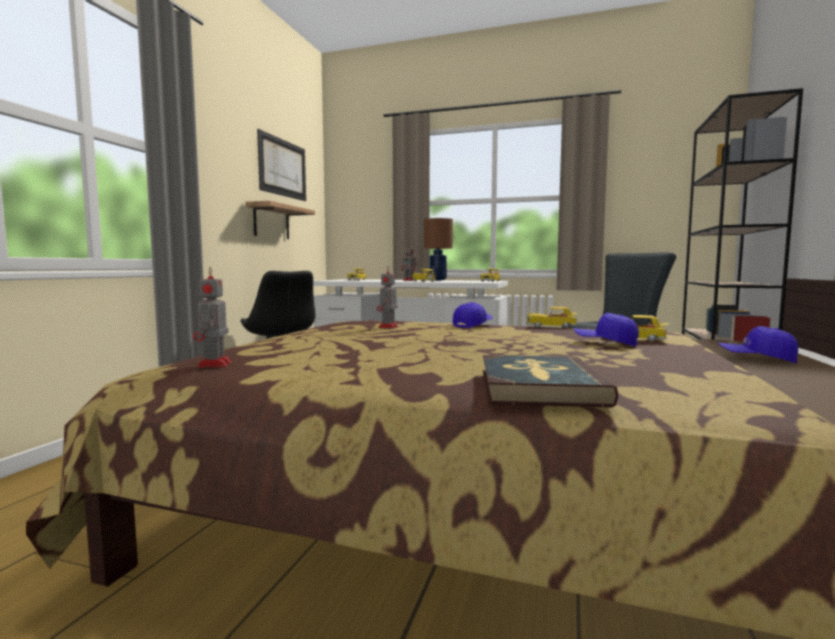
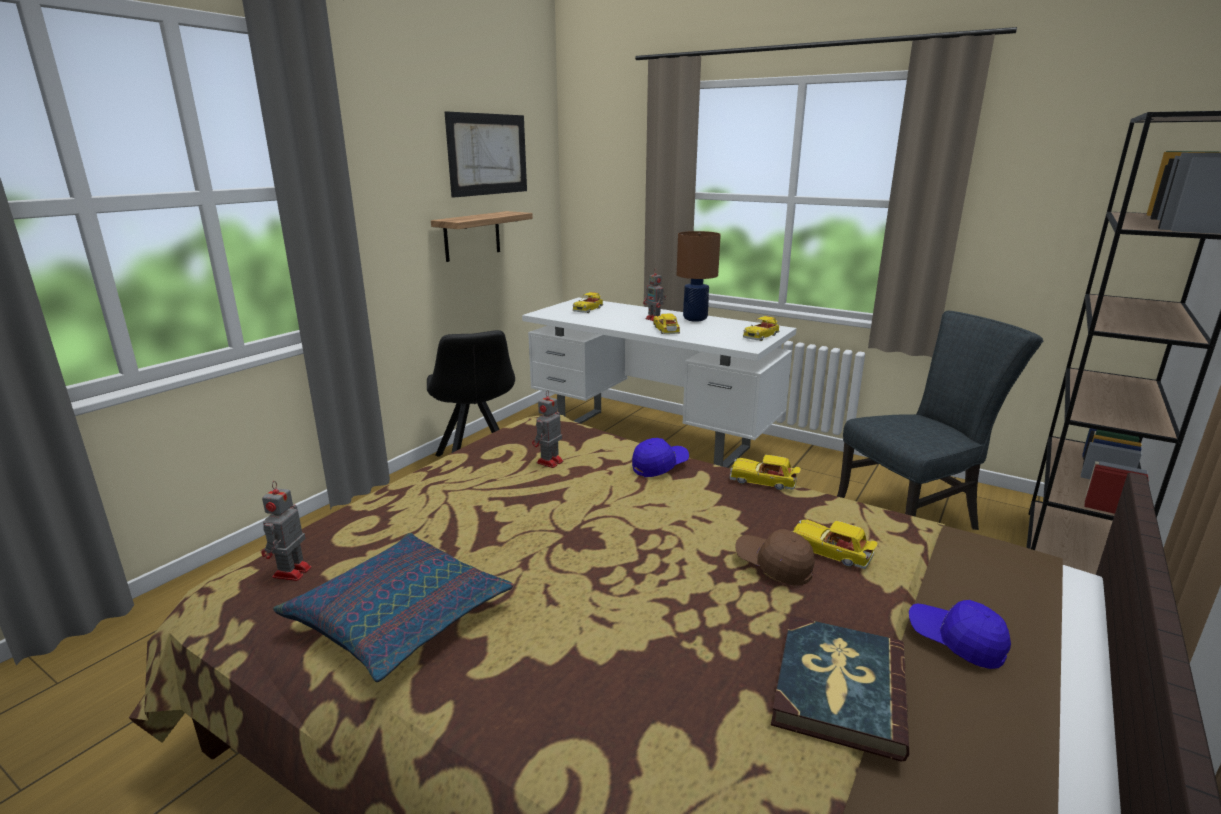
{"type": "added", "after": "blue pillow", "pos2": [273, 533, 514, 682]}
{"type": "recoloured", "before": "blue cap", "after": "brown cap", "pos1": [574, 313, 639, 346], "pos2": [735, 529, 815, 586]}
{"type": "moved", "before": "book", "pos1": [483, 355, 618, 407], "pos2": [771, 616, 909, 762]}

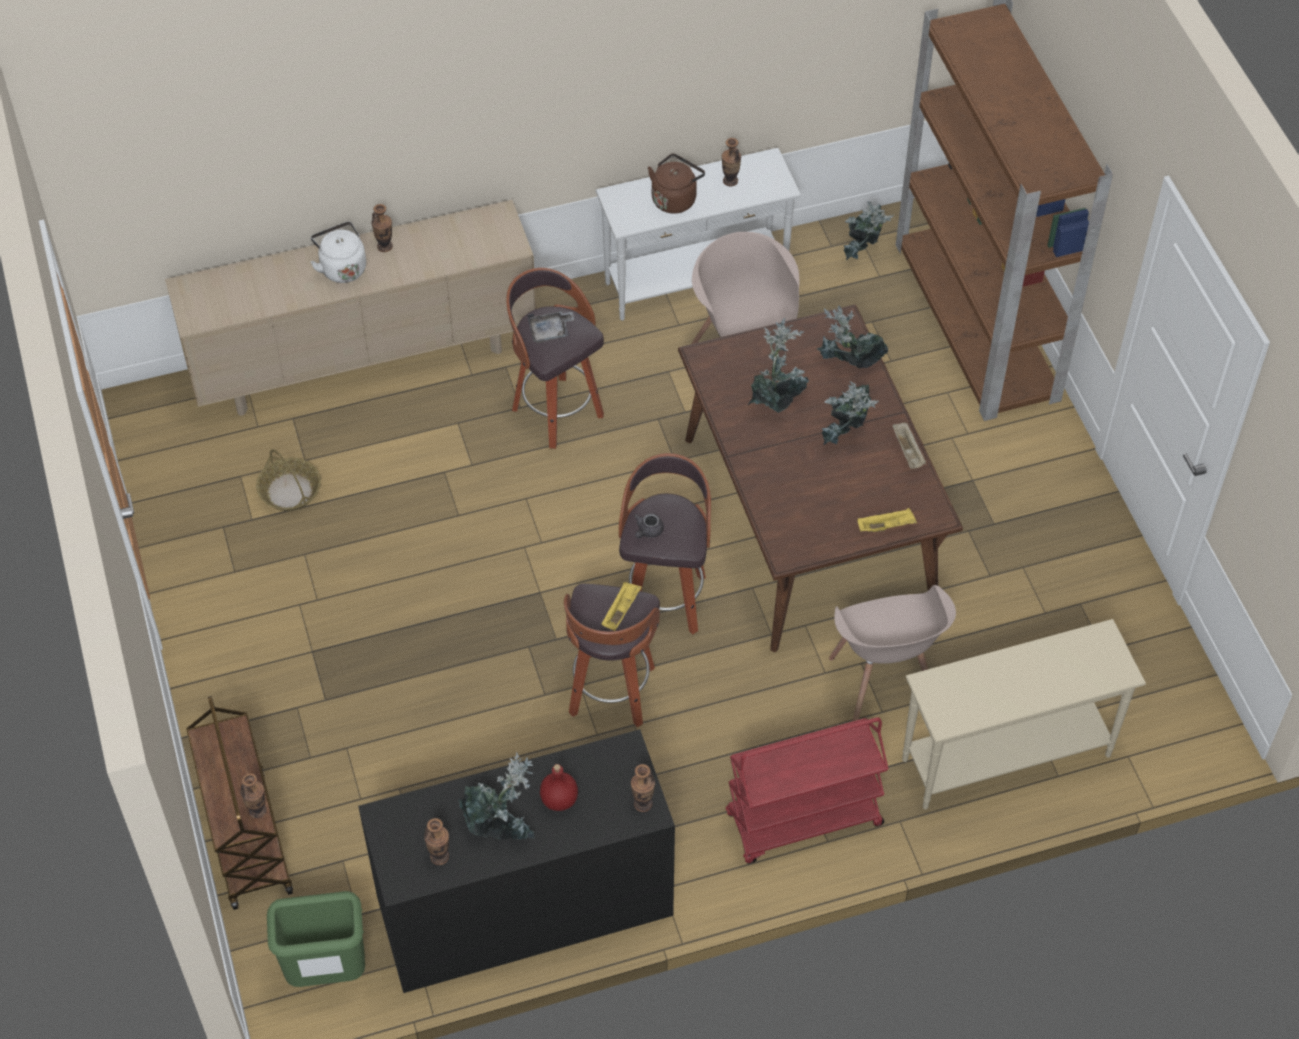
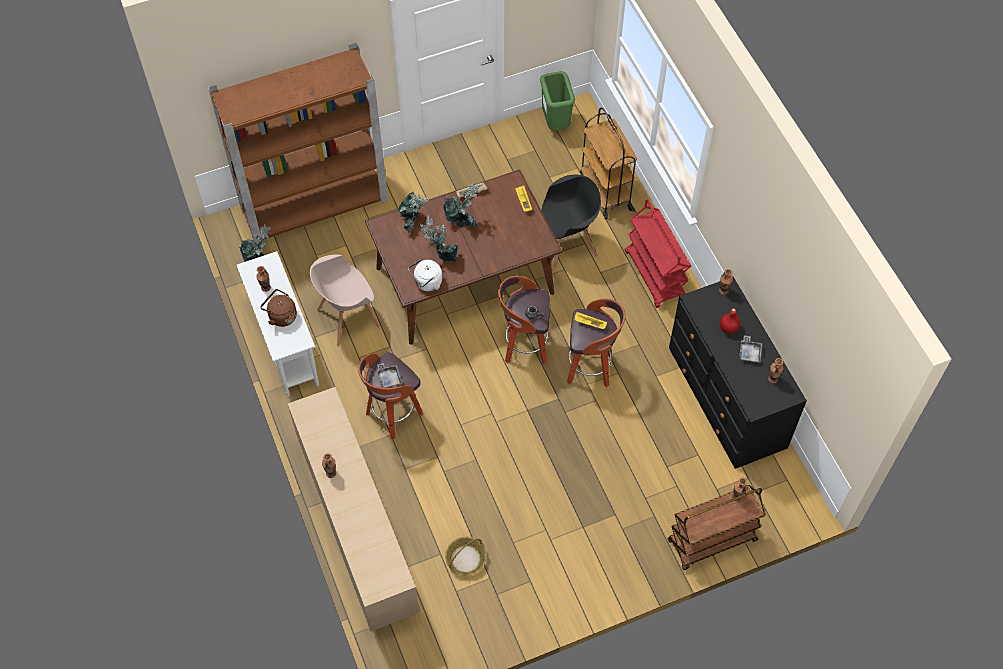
{"type": "moved", "before": "white kettle", "pos1": [310, 222, 366, 283], "pos2": [408, 259, 442, 291]}
{"type": "moved", "before": "green trash can", "pos1": [267, 891, 365, 987], "pos2": [540, 71, 575, 130]}
{"type": "recoloured", "before": "beige chair", "after": "black chair", "pos1": [829, 585, 956, 721], "pos2": [542, 175, 601, 268]}
{"type": "replaced", "before": "beige console table", "after": "brown cart", "pos1": [902, 619, 1146, 809], "pos2": [580, 108, 637, 219]}
{"type": "replaced", "before": "potted plant", "after": "grey tray", "pos1": [458, 752, 535, 840], "pos2": [739, 335, 762, 363]}

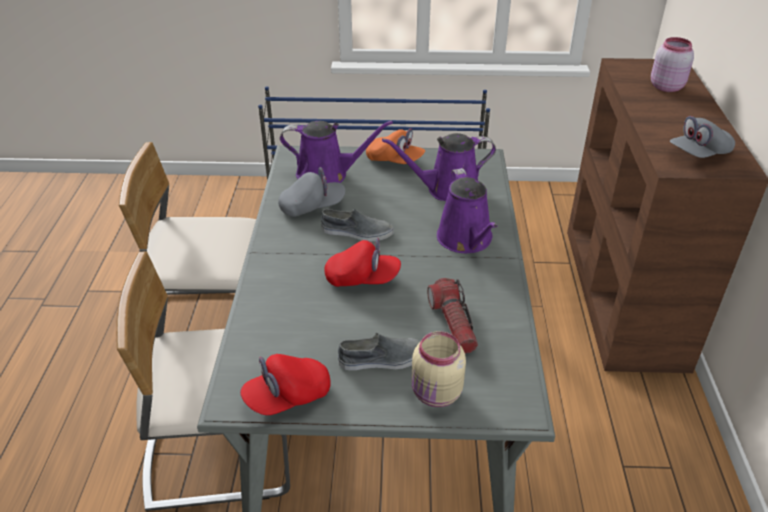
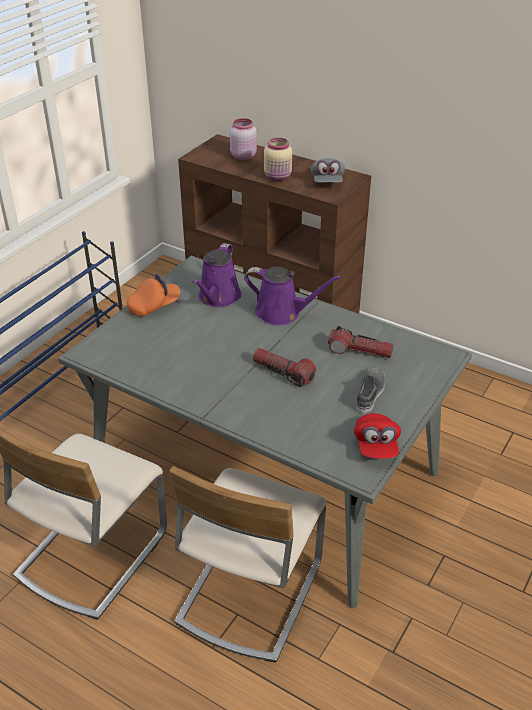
{"type": "replaced", "before": "red cap", "after": "flashlight", "pos1": [324, 238, 401, 287], "pos2": [253, 348, 316, 387]}
{"type": "moved", "before": "beige jar", "pos1": [411, 331, 466, 407], "pos2": [264, 138, 292, 181]}
{"type": "removed", "before": "grey cap", "pos1": [278, 167, 345, 217]}
{"type": "removed", "before": "purple watering can", "pos1": [280, 121, 393, 183]}
{"type": "removed", "before": "grey shoe", "pos1": [321, 208, 394, 242]}

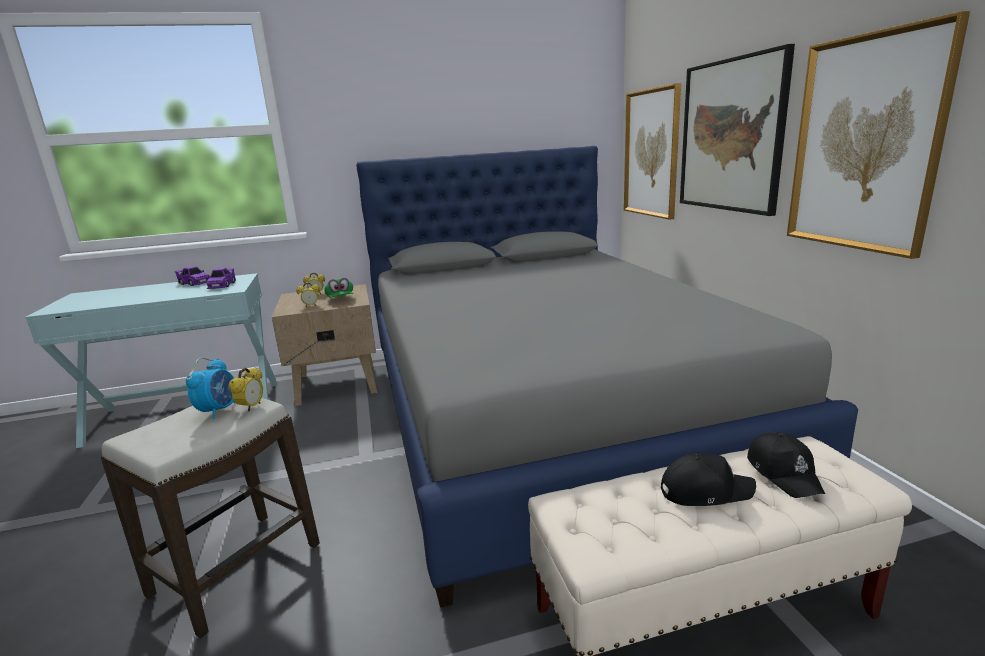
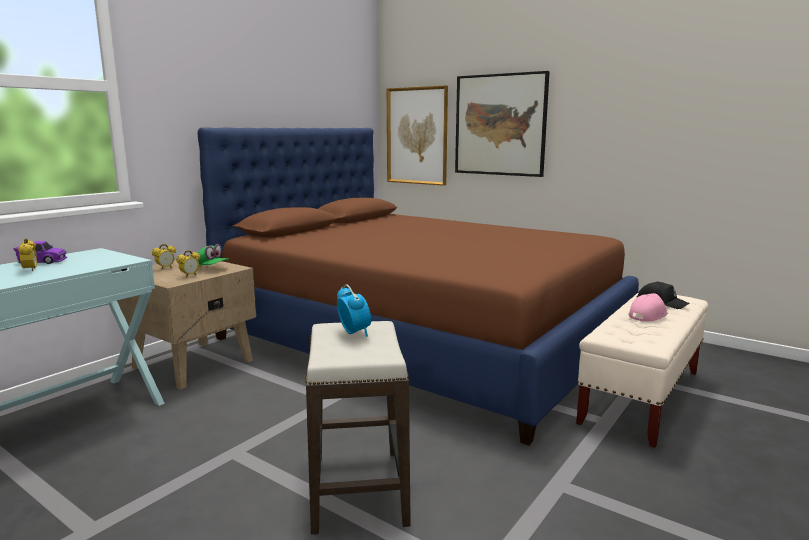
{"type": "moved", "before": "alarm clock", "pos1": [228, 367, 263, 411], "pos2": [18, 238, 37, 271]}
{"type": "recoloured", "before": "grey bed", "after": "brown bed", "pos1": [356, 146, 858, 607], "pos2": [198, 127, 639, 445]}
{"type": "recoloured", "before": "black cap", "after": "pink cap", "pos1": [661, 453, 756, 506], "pos2": [628, 293, 668, 322]}
{"type": "removed", "before": "purple toy car", "pos1": [206, 267, 236, 289]}
{"type": "removed", "before": "picture", "pos1": [787, 11, 970, 259]}

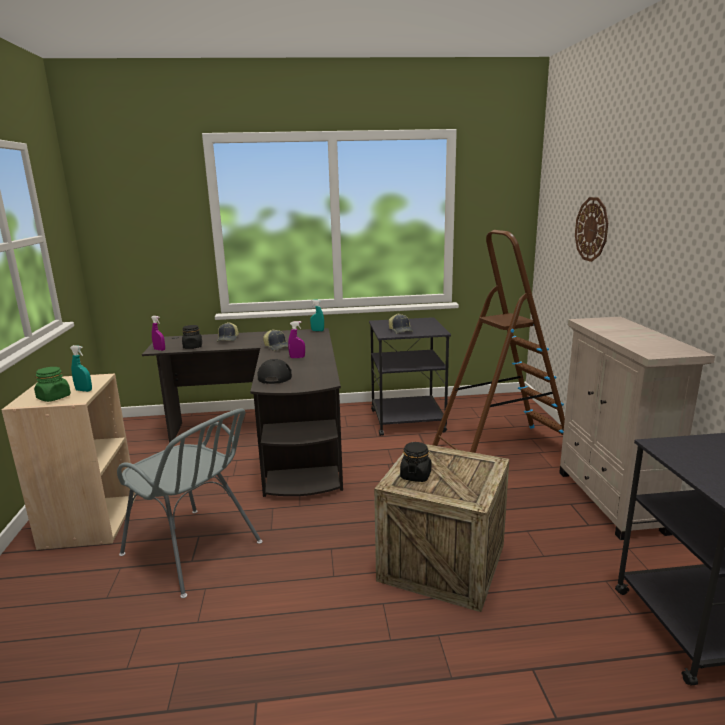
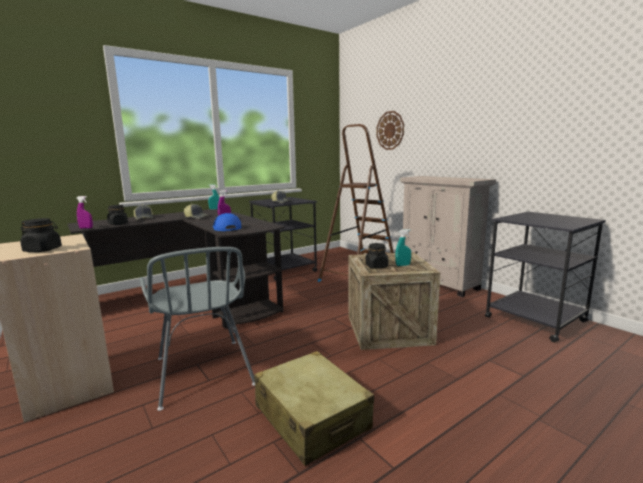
{"type": "recoloured", "before": "green jar", "after": "black jar", "pos1": [34, 367, 71, 402], "pos2": [20, 218, 62, 252]}
{"type": "turned", "before": "grey chair", "pos1": [117, 408, 263, 598], "pos2": [139, 247, 255, 411], "turn": 60}
{"type": "recoloured", "before": "black cap", "after": "blue cap", "pos1": [257, 359, 292, 384], "pos2": [213, 213, 241, 231]}
{"type": "added", "after": "beige suitcase", "pos2": [254, 351, 374, 466]}
{"type": "moved", "before": "turquoise spray bottle", "pos1": [70, 345, 92, 392], "pos2": [395, 229, 411, 266]}

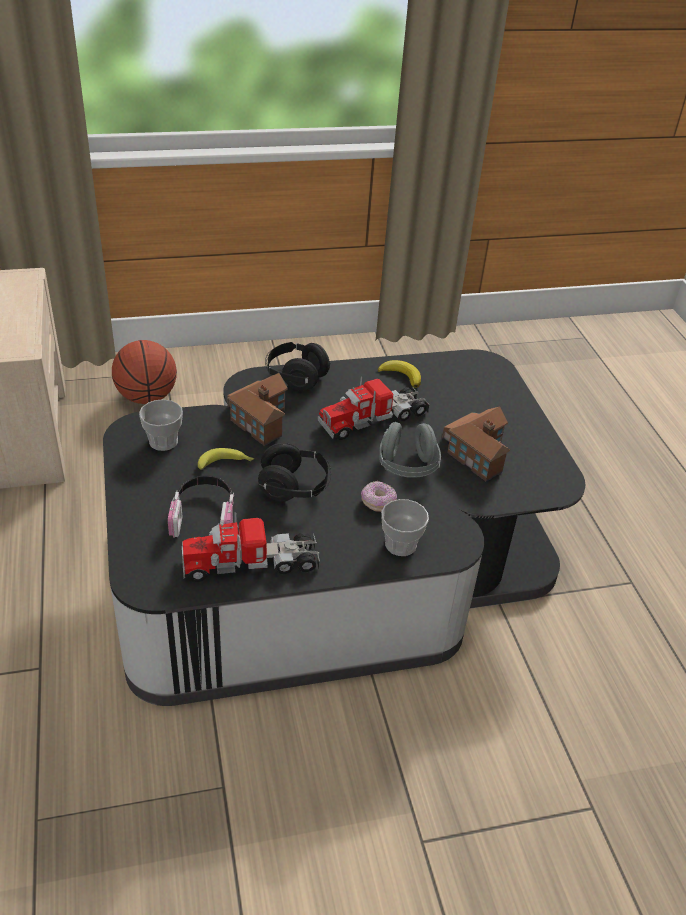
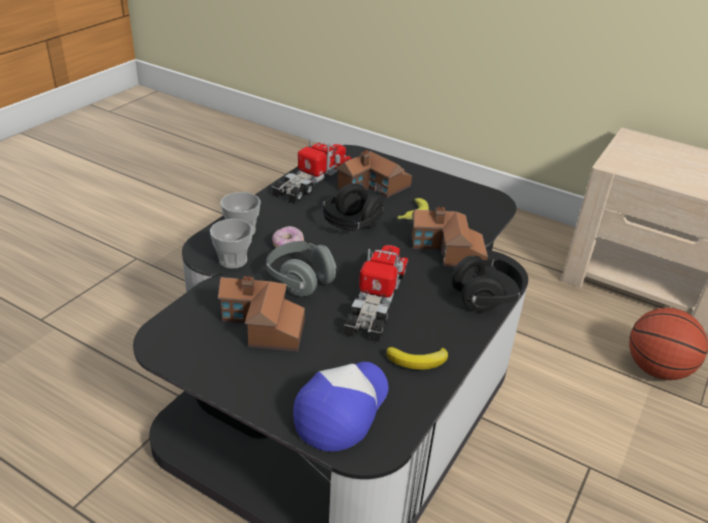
{"type": "moved", "before": "cup", "pos1": [139, 399, 183, 451], "pos2": [210, 219, 253, 269]}
{"type": "added", "after": "cap", "pos2": [293, 362, 388, 452]}
{"type": "replaced", "before": "headphones", "after": "toy house", "pos1": [168, 475, 234, 538], "pos2": [336, 150, 412, 198]}

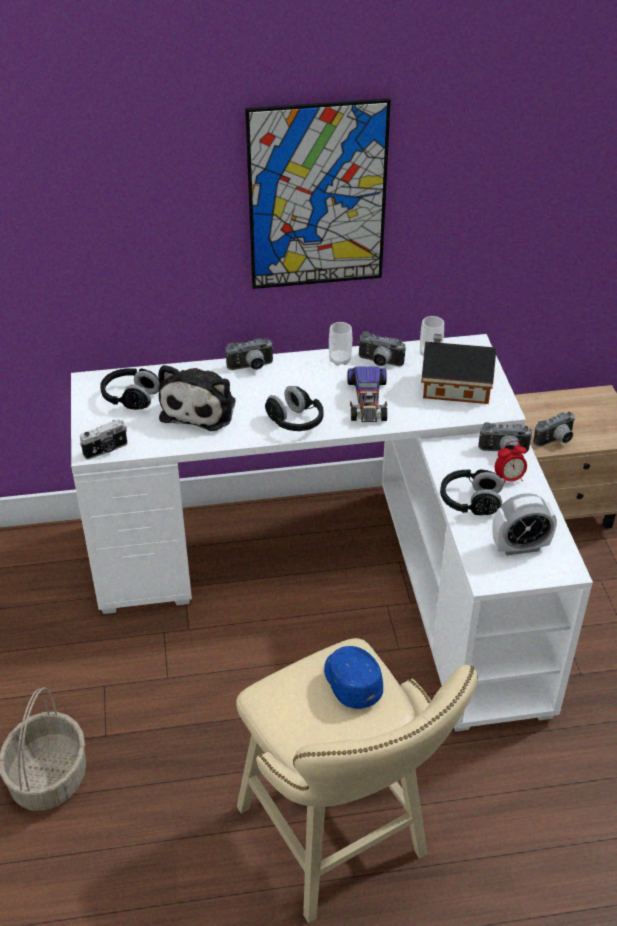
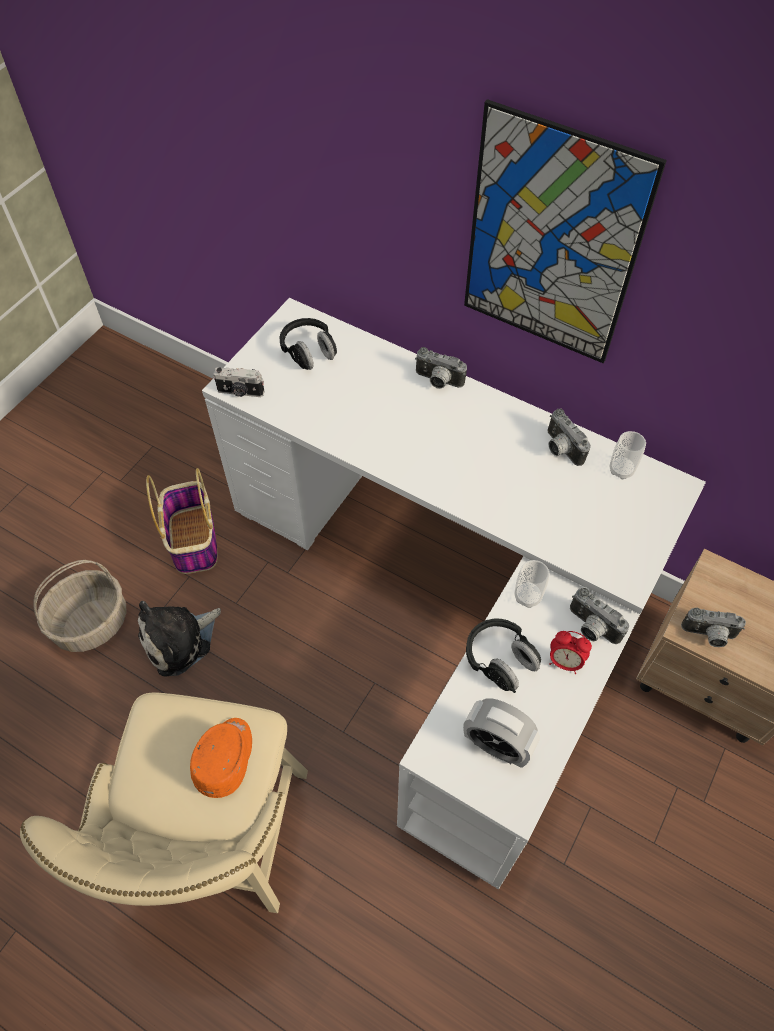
{"type": "moved", "before": "plush toy", "pos1": [158, 365, 236, 431], "pos2": [138, 601, 221, 676]}
{"type": "added", "after": "basket", "pos2": [146, 468, 218, 574]}
{"type": "recoloured", "before": "blue cap", "after": "orange cap", "pos1": [324, 646, 383, 709], "pos2": [190, 718, 252, 798]}
{"type": "moved", "before": "cup", "pos1": [329, 322, 352, 366], "pos2": [514, 560, 550, 608]}
{"type": "removed", "before": "black headphones", "pos1": [265, 386, 324, 431]}
{"type": "removed", "before": "toy car", "pos1": [348, 366, 387, 422]}
{"type": "removed", "before": "toy house", "pos1": [421, 334, 496, 404]}

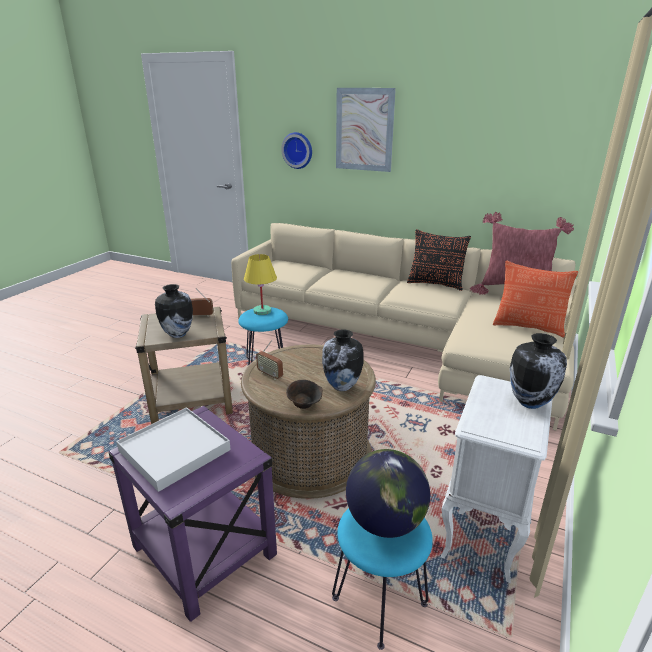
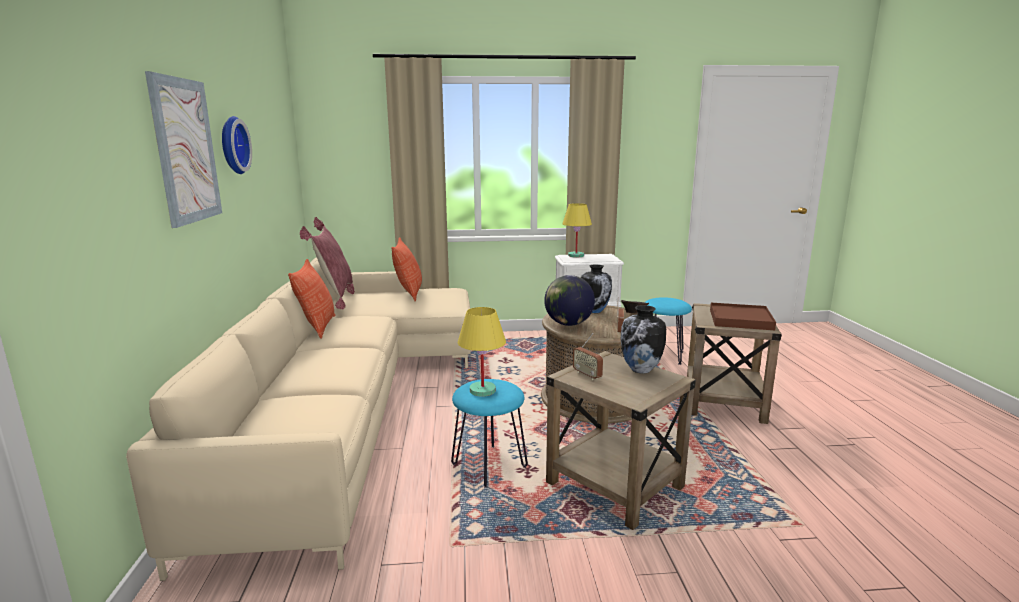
{"type": "moved", "before": "wall clock", "pos1": [281, 132, 312, 169], "pos2": [222, 116, 252, 174]}
{"type": "recoloured", "before": "black pillow", "after": "orange pillow", "pos1": [407, 229, 471, 291], "pos2": [288, 259, 335, 339]}
{"type": "moved", "before": "globe", "pos1": [346, 449, 430, 538], "pos2": [544, 275, 595, 326]}
{"type": "replaced", "before": "vase", "after": "yellow table lamp", "pos1": [510, 333, 567, 409], "pos2": [562, 203, 592, 257]}
{"type": "recoloured", "before": "purple side table", "after": "beige side table", "pos1": [108, 406, 277, 622], "pos2": [687, 303, 782, 424]}
{"type": "recoloured", "before": "white tray", "after": "brown tray", "pos1": [116, 407, 231, 492], "pos2": [710, 303, 776, 330]}

